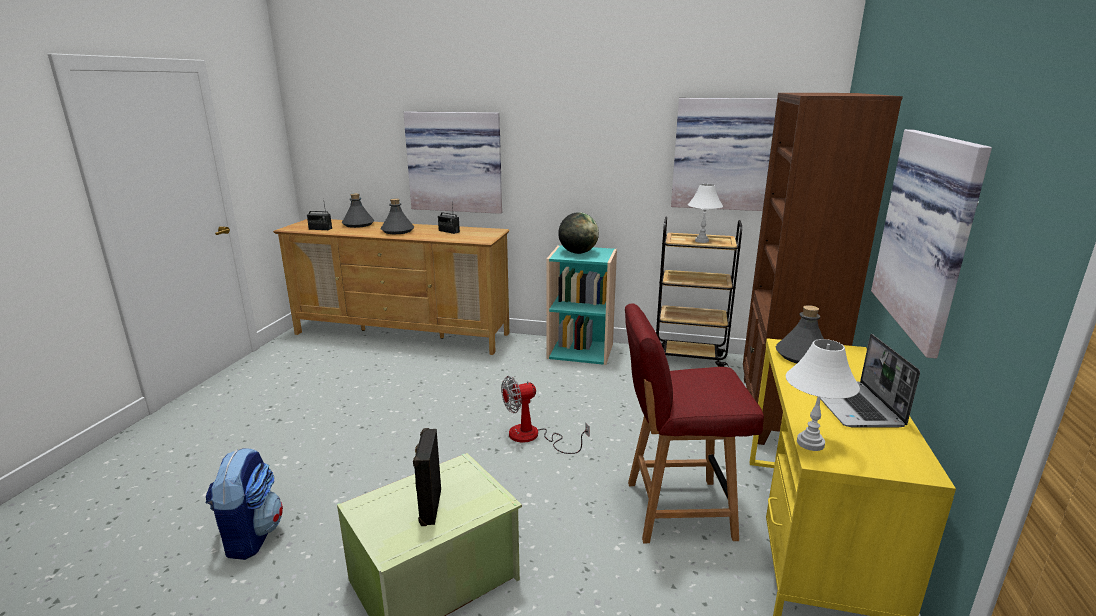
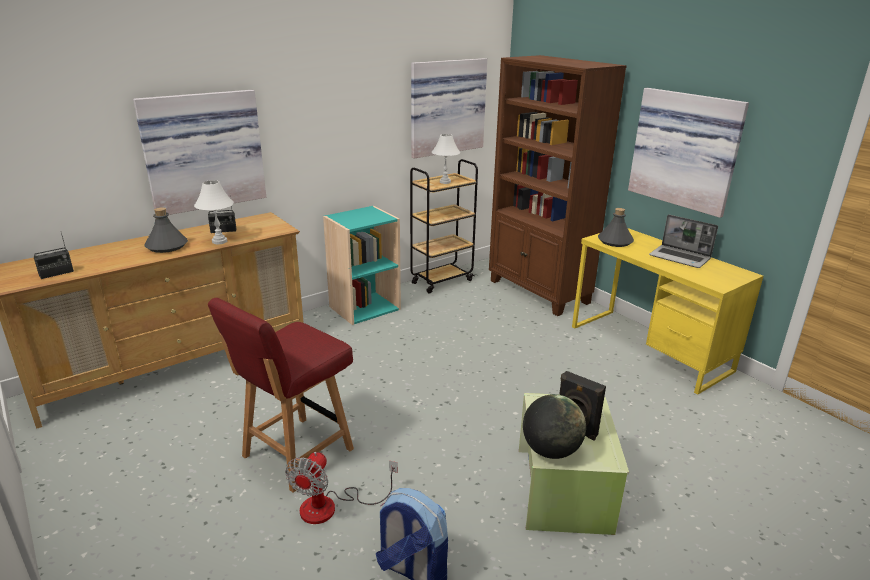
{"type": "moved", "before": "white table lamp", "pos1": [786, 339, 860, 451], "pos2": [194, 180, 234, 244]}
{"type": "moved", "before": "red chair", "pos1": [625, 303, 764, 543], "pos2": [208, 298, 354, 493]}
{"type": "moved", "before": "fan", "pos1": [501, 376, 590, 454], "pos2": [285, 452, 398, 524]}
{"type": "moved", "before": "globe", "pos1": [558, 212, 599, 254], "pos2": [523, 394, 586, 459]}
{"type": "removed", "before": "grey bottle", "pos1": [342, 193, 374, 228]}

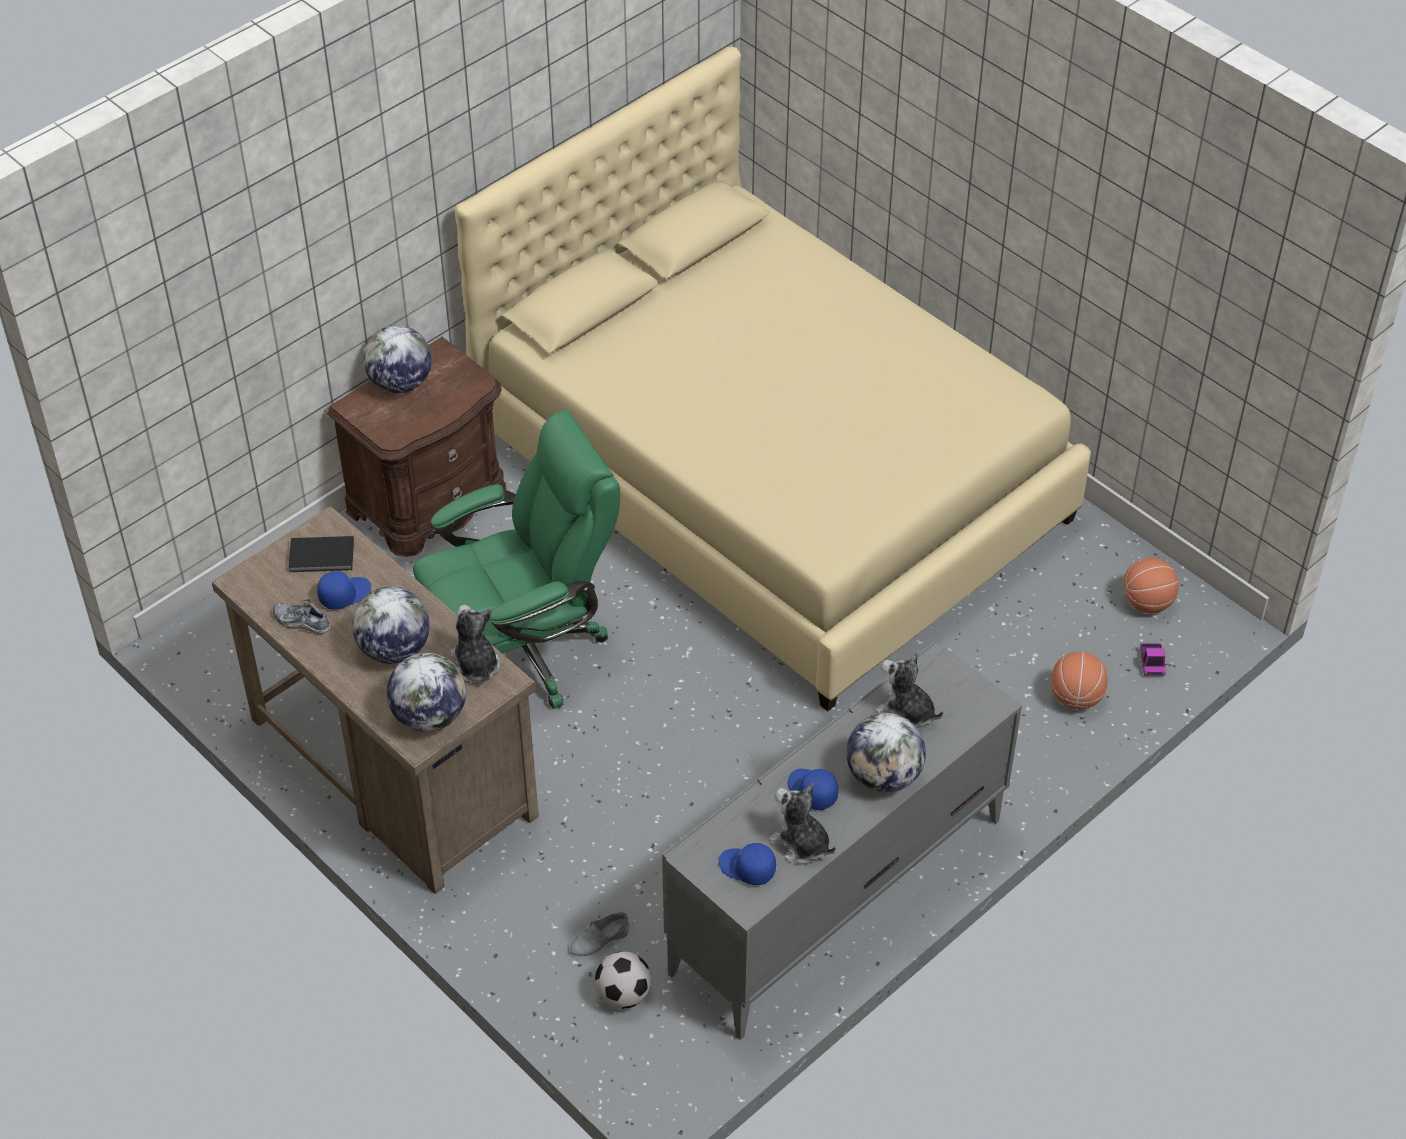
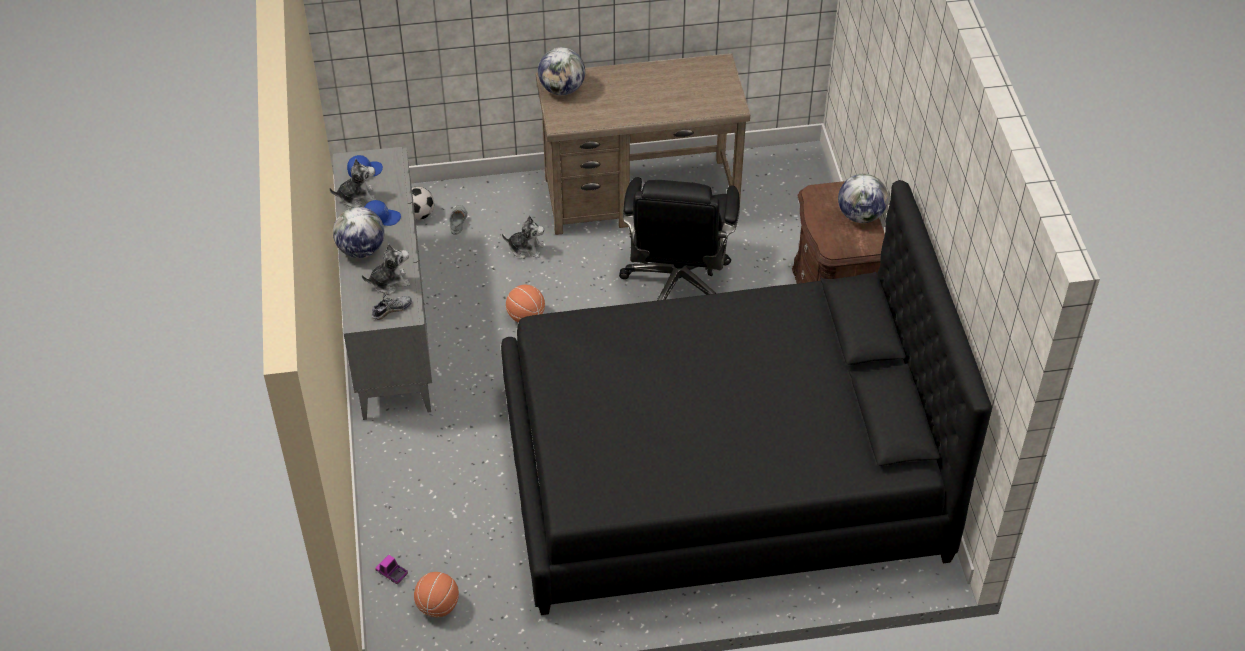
{"type": "moved", "before": "shoe", "pos1": [273, 599, 330, 634], "pos2": [372, 292, 412, 320]}
{"type": "recoloured", "before": "beige bed", "after": "black bed", "pos1": [455, 46, 1091, 711], "pos2": [501, 180, 992, 615]}
{"type": "moved", "before": "plush toy", "pos1": [450, 605, 500, 683], "pos2": [502, 216, 544, 259]}
{"type": "moved", "before": "basketball", "pos1": [1051, 652, 1108, 709], "pos2": [506, 284, 545, 323]}
{"type": "recoloured", "before": "green office chair", "after": "black office chair", "pos1": [413, 410, 620, 709], "pos2": [619, 177, 740, 301]}
{"type": "removed", "before": "black book", "pos1": [288, 536, 354, 572]}
{"type": "removed", "before": "blue cap", "pos1": [317, 571, 371, 610]}
{"type": "removed", "before": "globe", "pos1": [352, 587, 430, 664]}

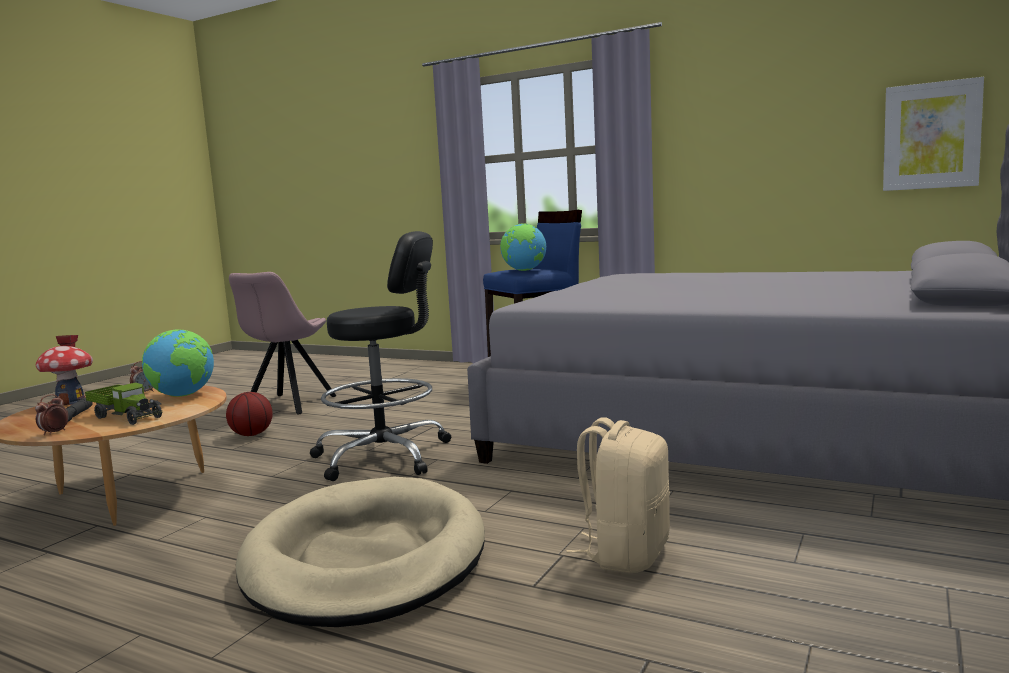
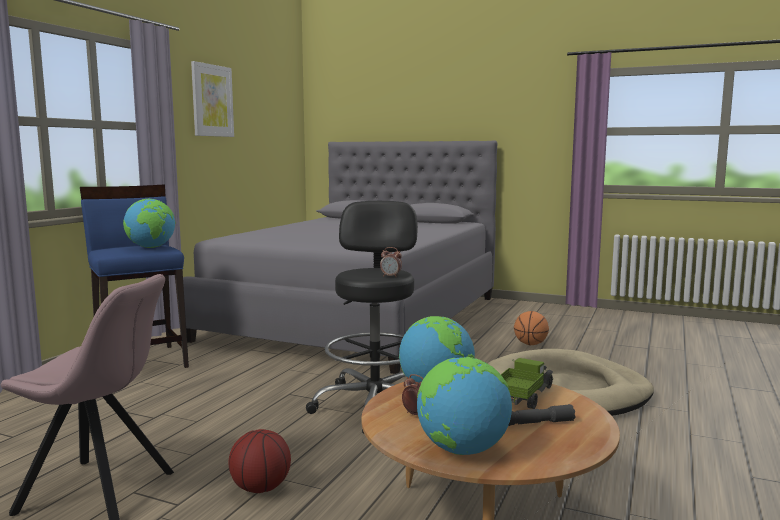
{"type": "moved", "before": "picture", "pos1": [883, 77, 984, 191], "pos2": [191, 61, 234, 137]}
{"type": "moved", "before": "alarm clock", "pos1": [35, 394, 69, 435], "pos2": [380, 247, 402, 278]}
{"type": "replaced", "before": "toy house", "after": "globe", "pos1": [36, 335, 93, 405], "pos2": [417, 357, 512, 455]}
{"type": "replaced", "before": "beige backpack", "after": "basketball", "pos1": [567, 418, 670, 573], "pos2": [514, 311, 549, 345]}

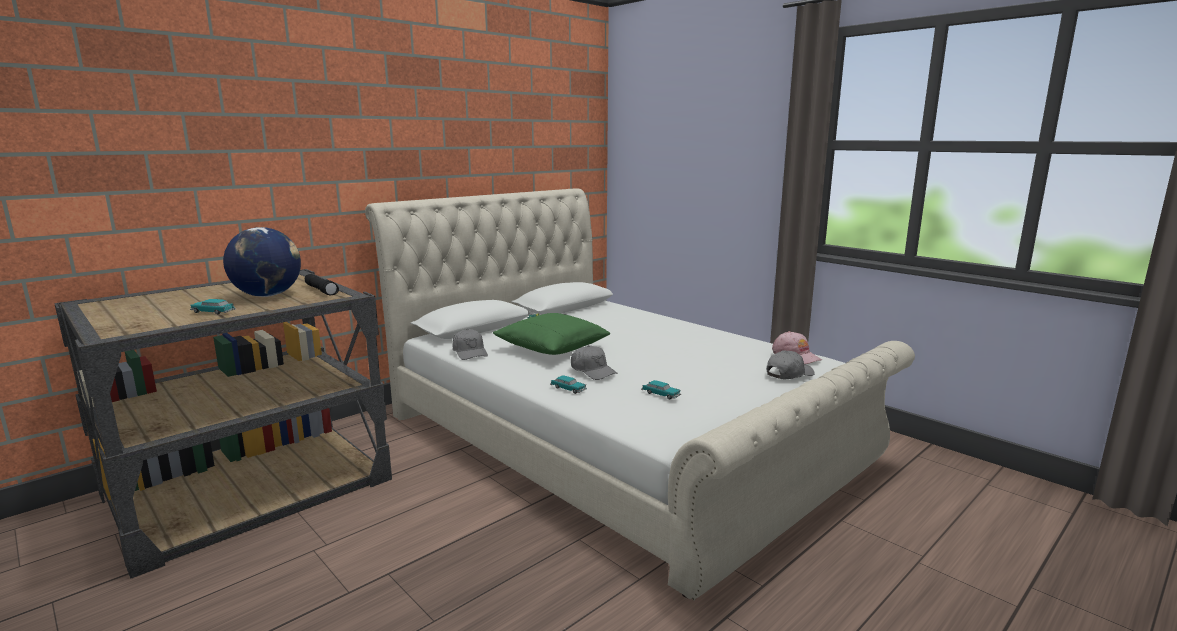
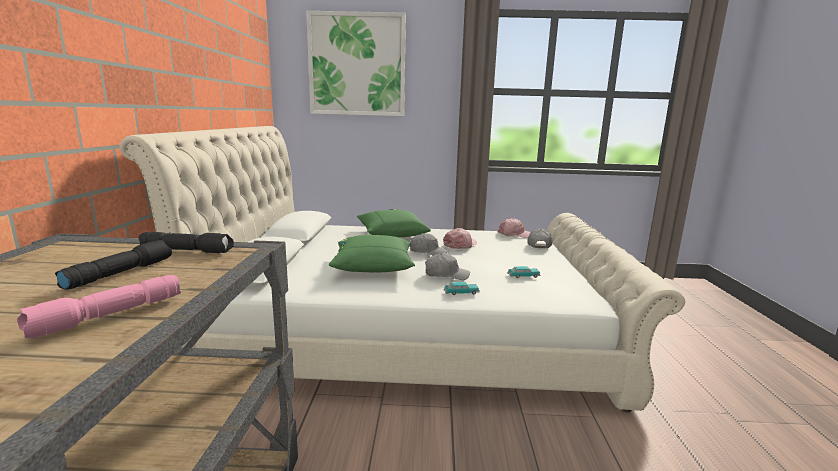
{"type": "replaced", "before": "toy car", "after": "pink flashlight", "pos1": [190, 299, 236, 314], "pos2": [17, 275, 181, 338]}
{"type": "replaced", "before": "globe", "after": "black flashlight", "pos1": [223, 227, 301, 297], "pos2": [55, 240, 172, 290]}
{"type": "added", "after": "picture", "pos2": [306, 11, 406, 116]}
{"type": "added", "after": "green pillow", "pos2": [357, 209, 431, 238]}
{"type": "moved", "before": "grey cap", "pos1": [452, 329, 488, 360], "pos2": [410, 233, 448, 256]}
{"type": "added", "after": "pink cap", "pos2": [443, 228, 477, 249]}

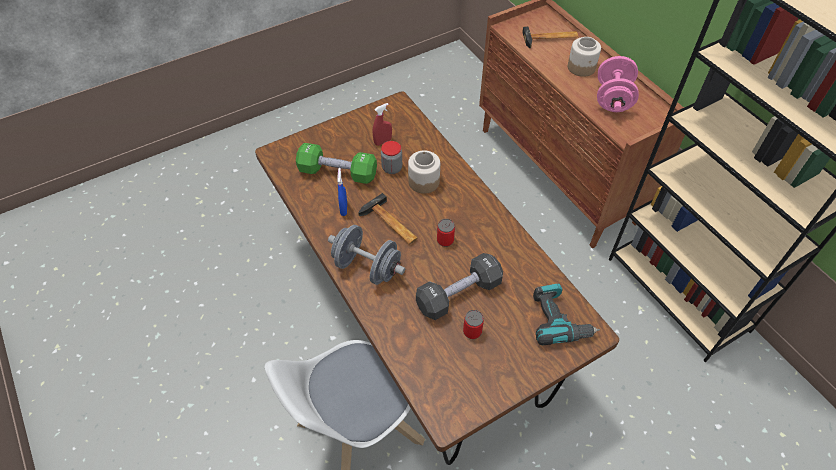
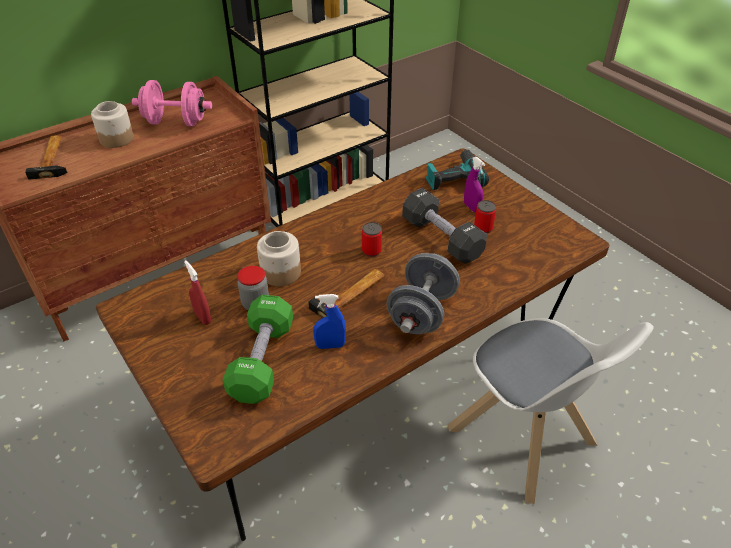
{"type": "added", "after": "purple spray bottle", "pos2": [464, 157, 485, 213]}

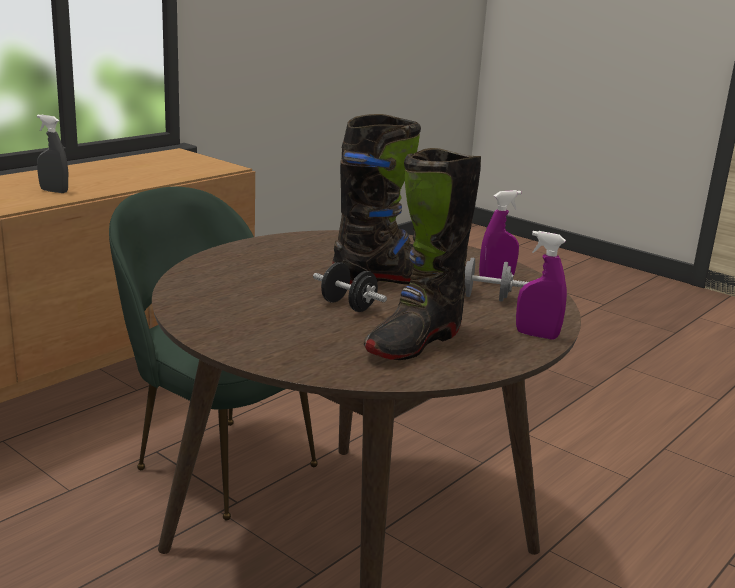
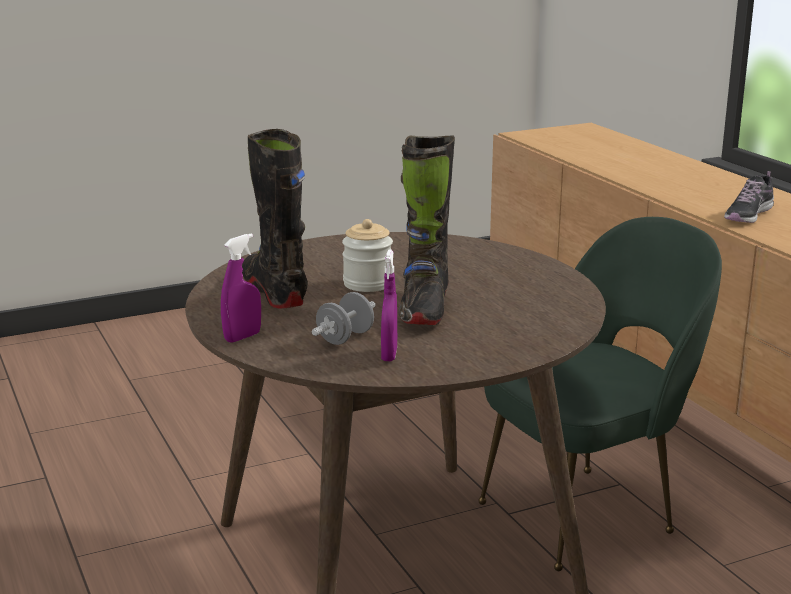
{"type": "replaced", "before": "black dumbbell", "after": "jar", "pos1": [313, 262, 387, 312], "pos2": [342, 219, 393, 292]}
{"type": "replaced", "before": "grey spray bottle", "after": "shoe", "pos1": [37, 115, 68, 193], "pos2": [724, 171, 774, 223]}

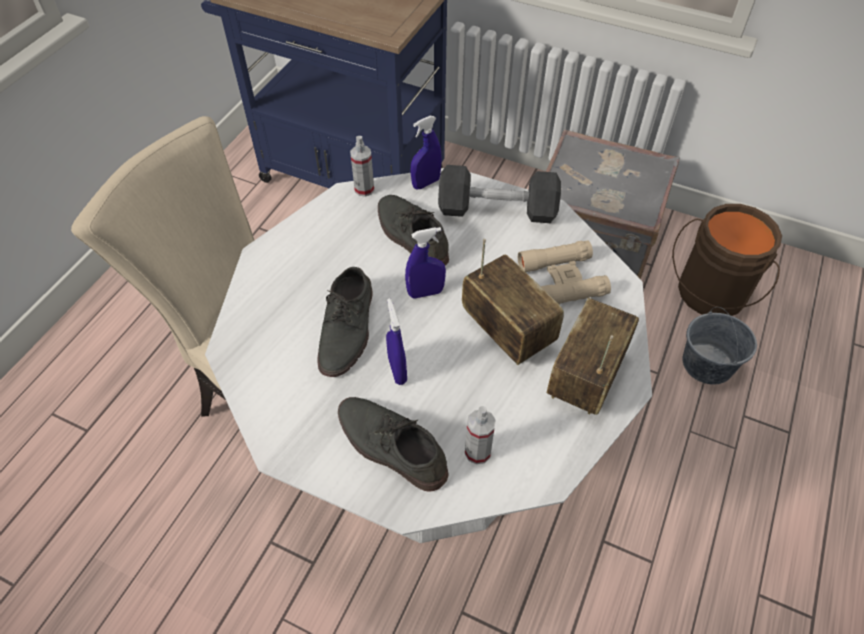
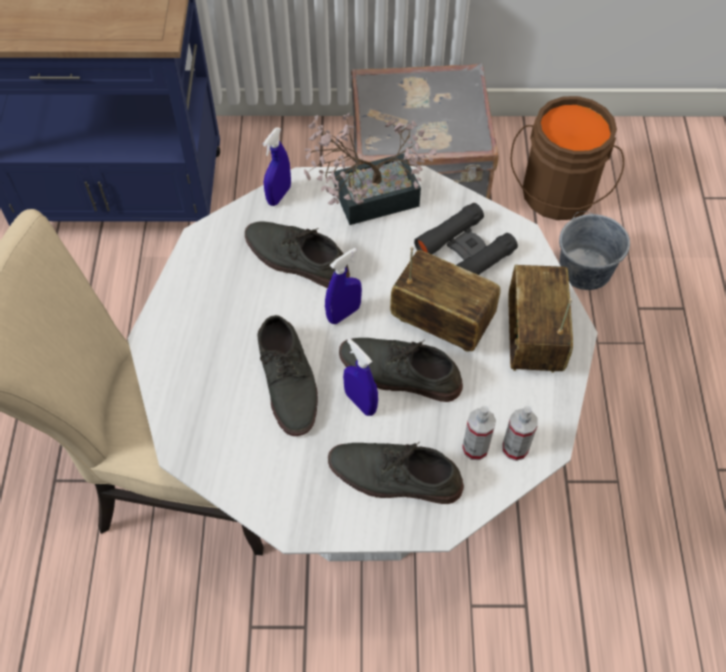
{"type": "replaced", "before": "black dumbbell", "after": "potted plant", "pos1": [438, 165, 561, 223], "pos2": [304, 113, 437, 225]}
{"type": "added", "after": "grey shoe", "pos2": [339, 338, 463, 402]}
{"type": "recoloured", "before": "beige binoculars", "after": "black binoculars", "pos1": [518, 241, 611, 304], "pos2": [414, 203, 518, 275]}
{"type": "moved", "before": "spray bottle", "pos1": [350, 136, 374, 197], "pos2": [502, 406, 538, 461]}

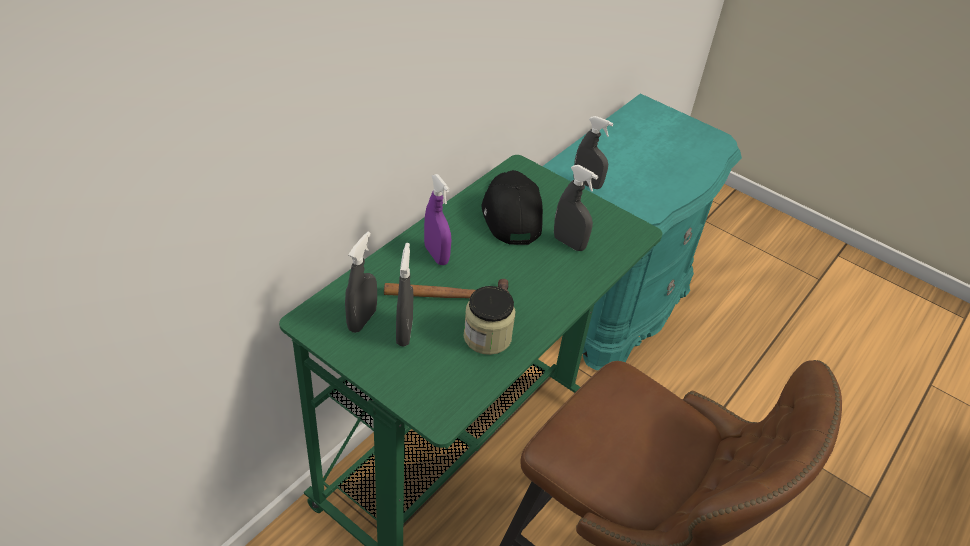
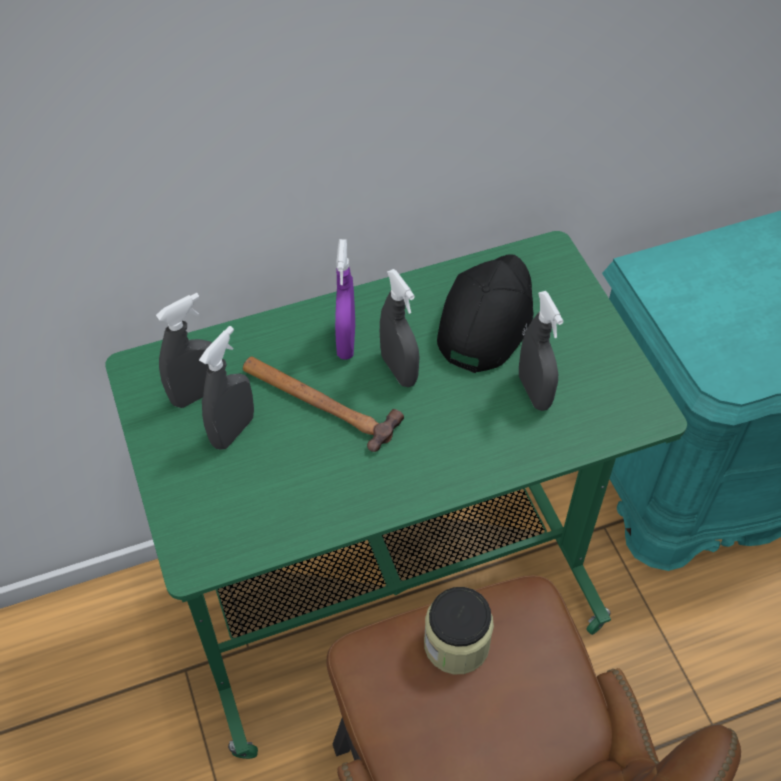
{"type": "moved", "before": "grey spray bottle", "pos1": [573, 116, 613, 189], "pos2": [380, 269, 419, 387]}
{"type": "moved", "before": "jar", "pos1": [464, 286, 516, 355], "pos2": [424, 587, 494, 674]}

